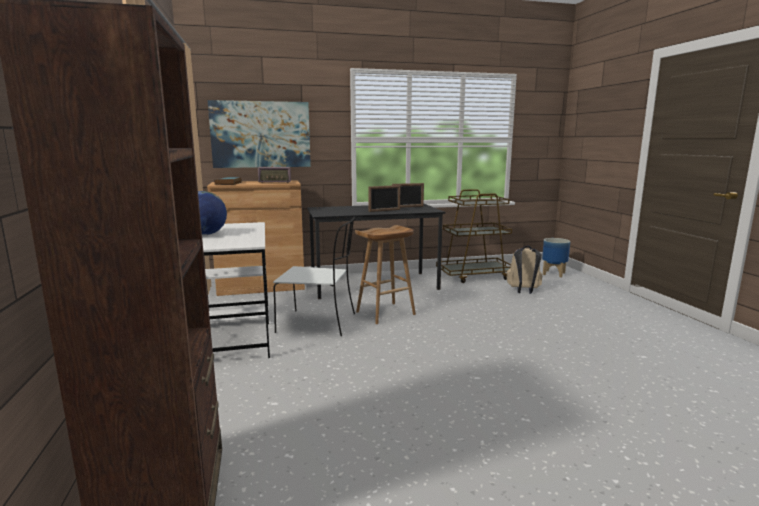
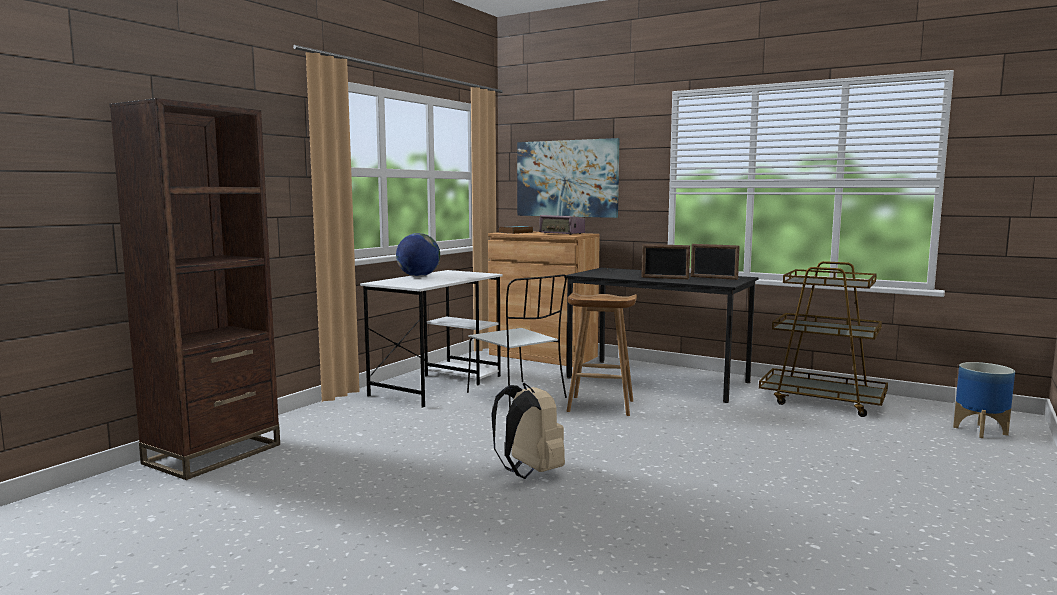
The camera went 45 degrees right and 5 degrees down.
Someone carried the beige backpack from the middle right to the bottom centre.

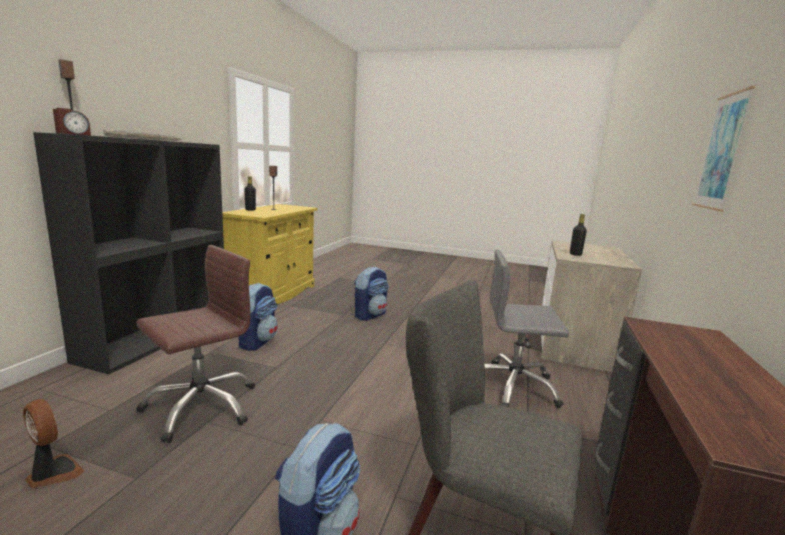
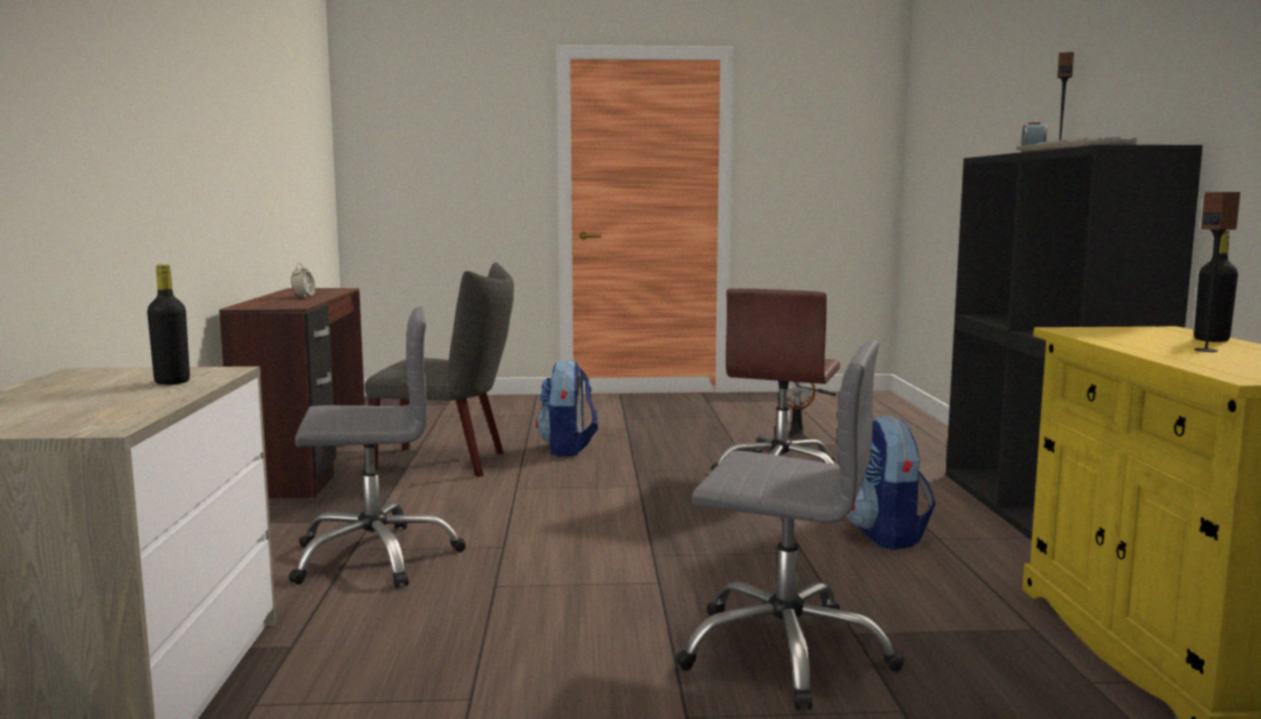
The camera went 160 degrees right and 5 degrees down.
Someone took away the picture at the top right.
Someone swapped the backpack (3rd from left) at the centre for the grey office chair (2nd from left) at the bottom centre.
Someone put down the alarm clock (1st from left) at the middle left.

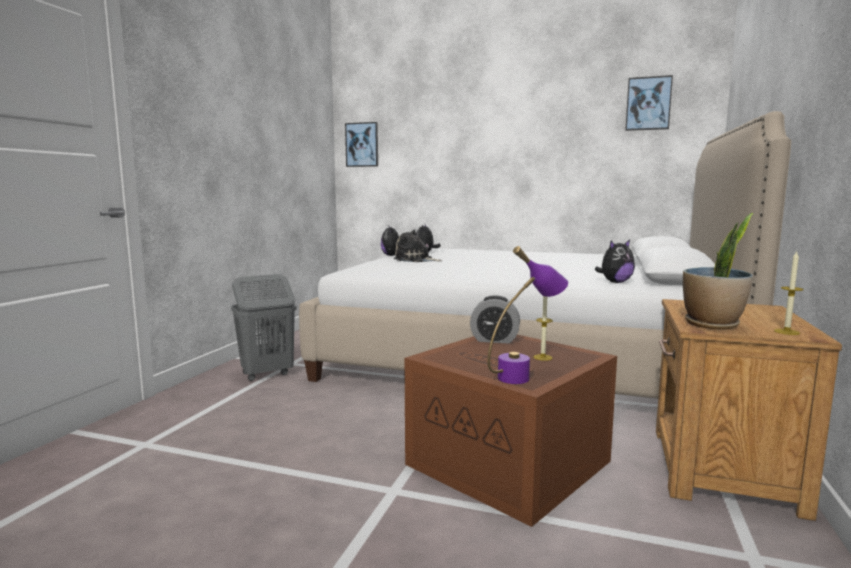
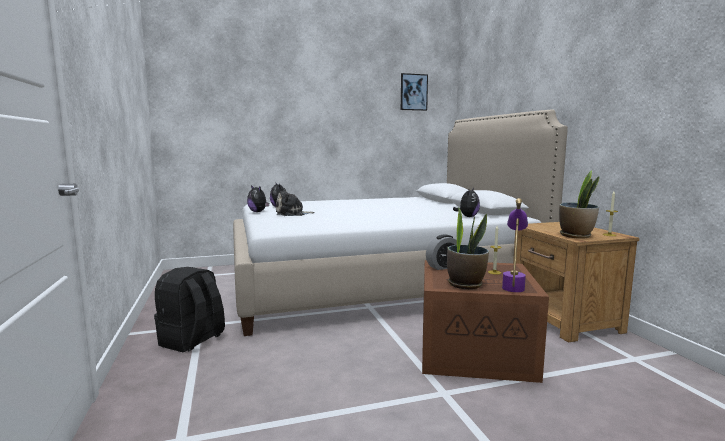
The camera went 35 degrees left and 0 degrees up.
Someone took away the picture (1st from left) at the top centre.
Someone swapped the grey laundry basket at the middle left for the black backpack at the bottom left.
Someone put down the potted plant (1st from left) at the centre.

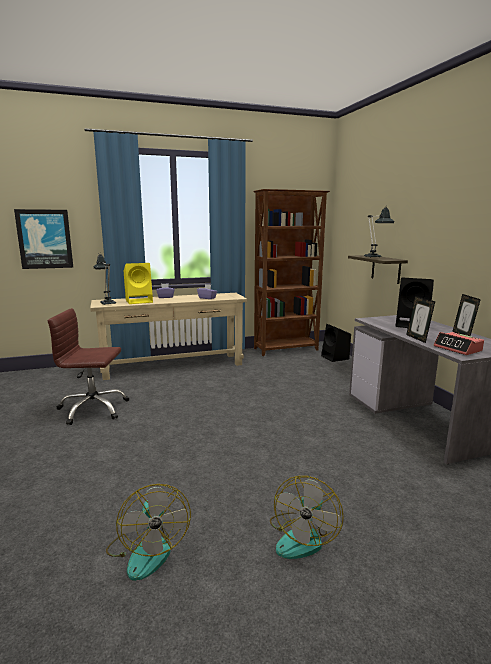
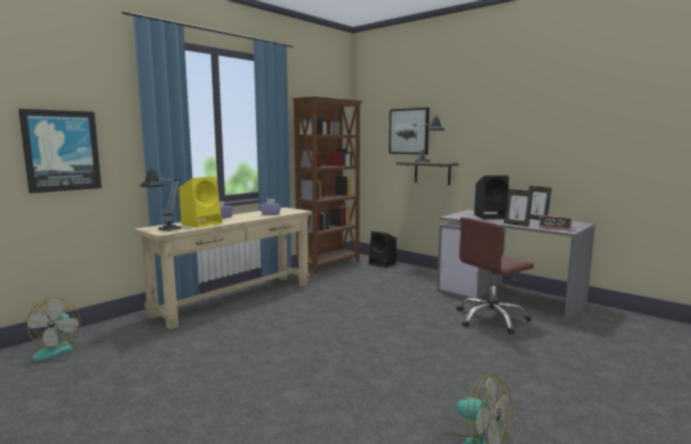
The camera went 30 degrees left and 5 degrees down.
Someone carried the brown office chair from the middle left to the middle right.
Someone carried the fan (2nd from left in the first image) from the bottom centre to the bottom left.
Someone put up the picture (2nd from left) at the top centre.

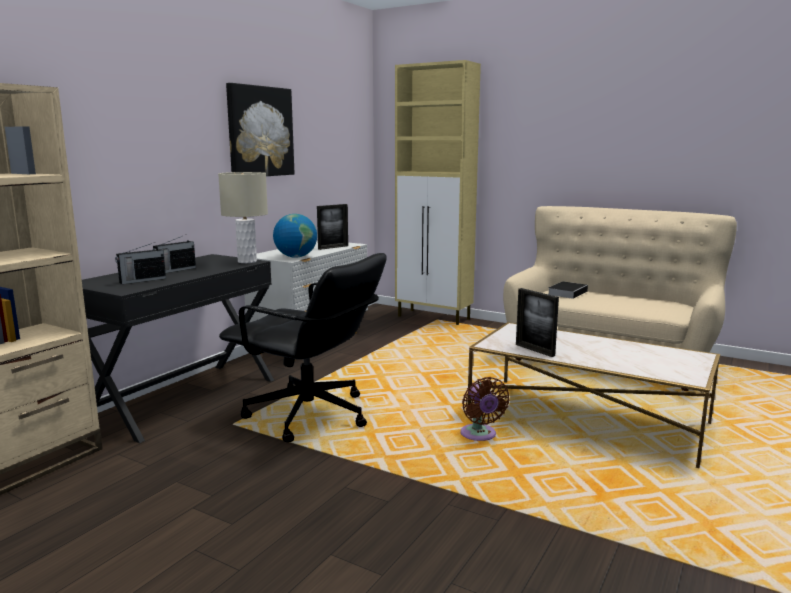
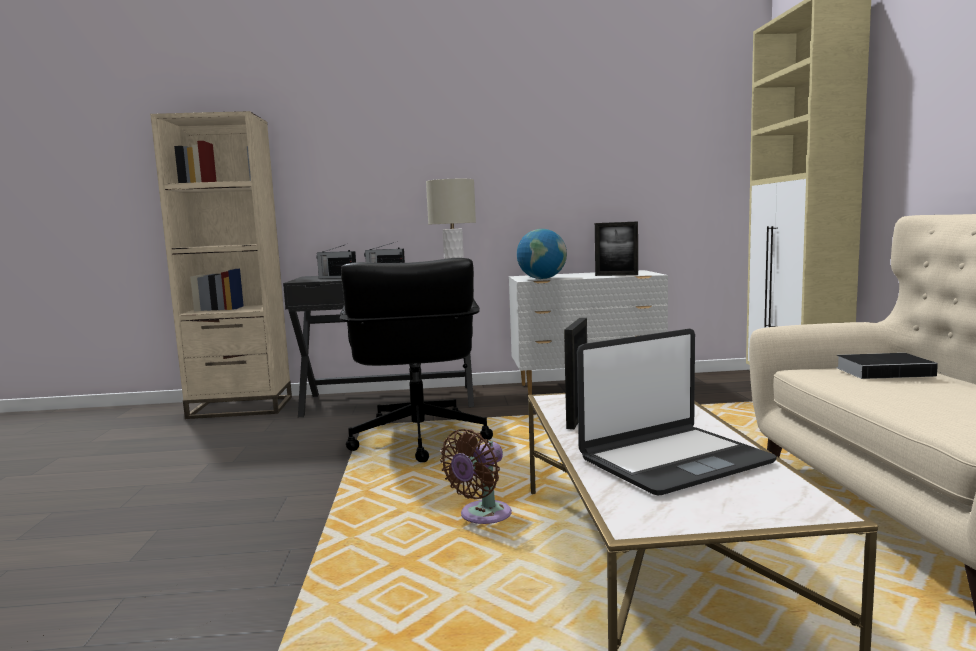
The camera went 55 degrees right and 5 degrees down.
Someone took away the picture at the top left.
Someone put down the laptop at the middle right.

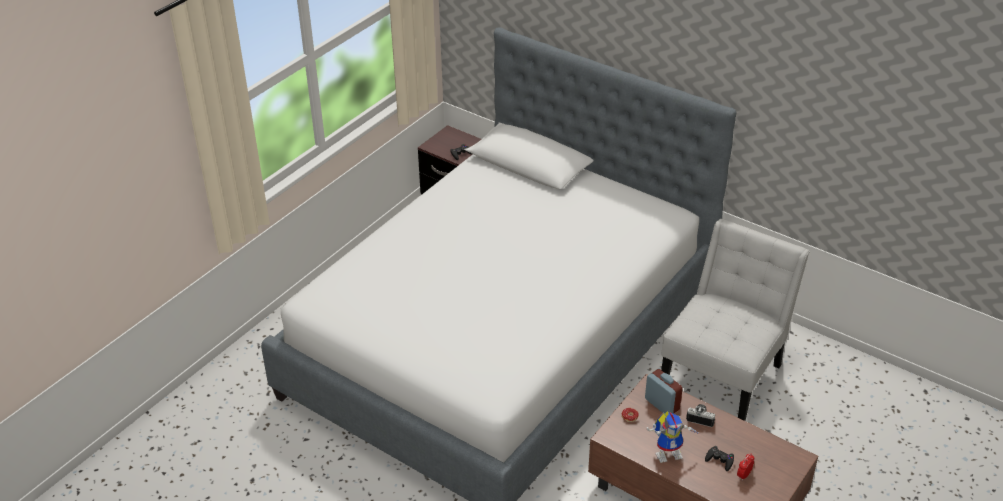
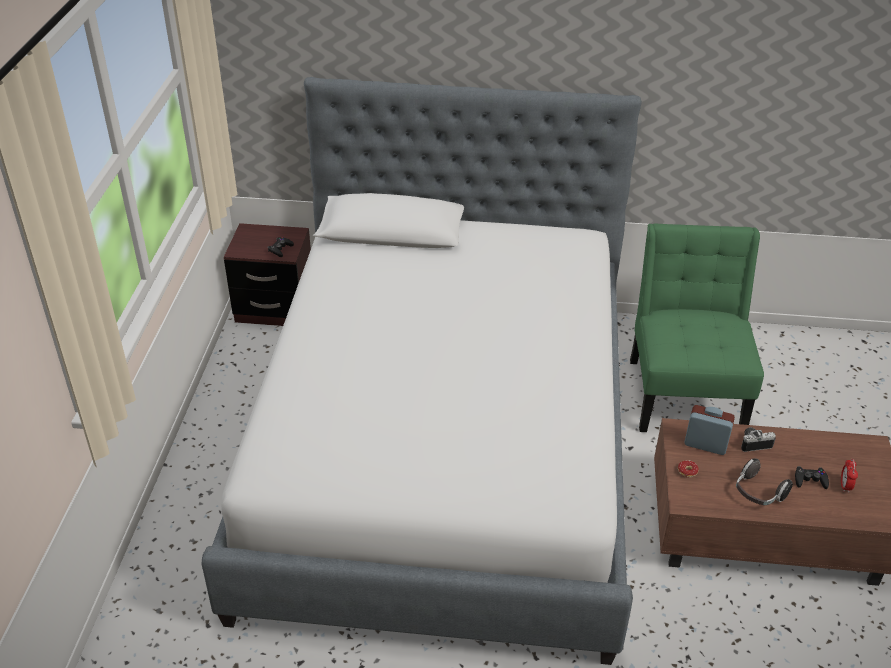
The camera went 30 degrees left and 0 degrees up.
Someone repainted the white chair at the middle right, which became the green chair at the middle right.
Someone swapped the toy robot at the bottom right for the headphones at the bottom right.

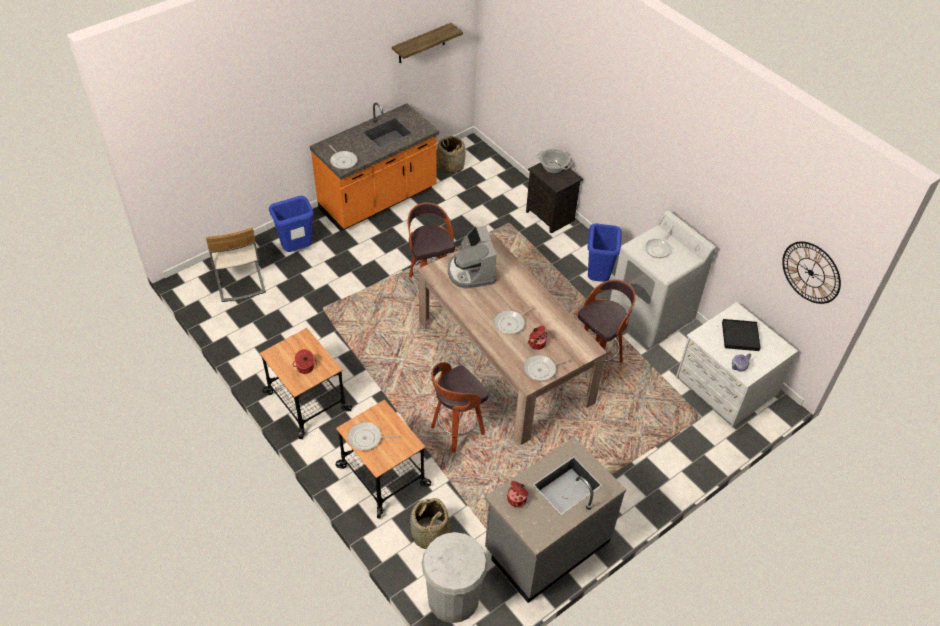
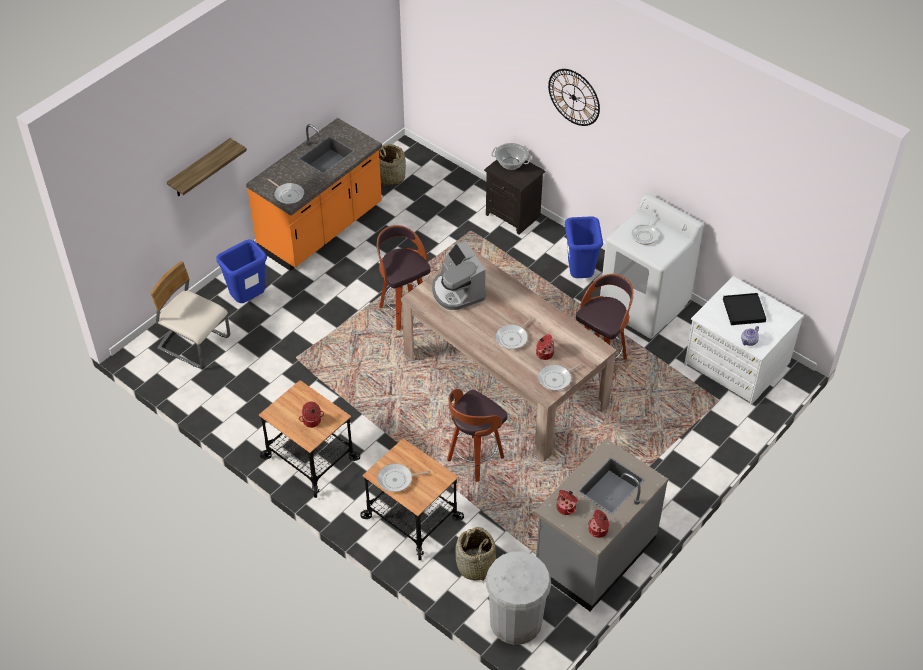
The camera went 10 degrees left and 0 degrees up.
Someone carried the shelf from the top centre to the top left.
Someone rotated the beige chair at the middle left by 150 degrees clockwise.
Someone carried the wall clock from the middle right to the top centre.
Someone put down the cooking pot (5th from left) at the bottom centre.

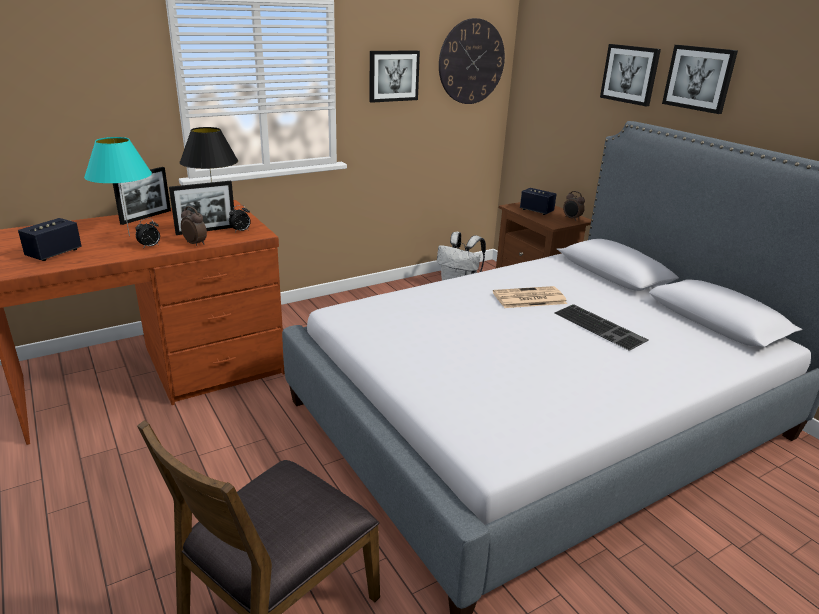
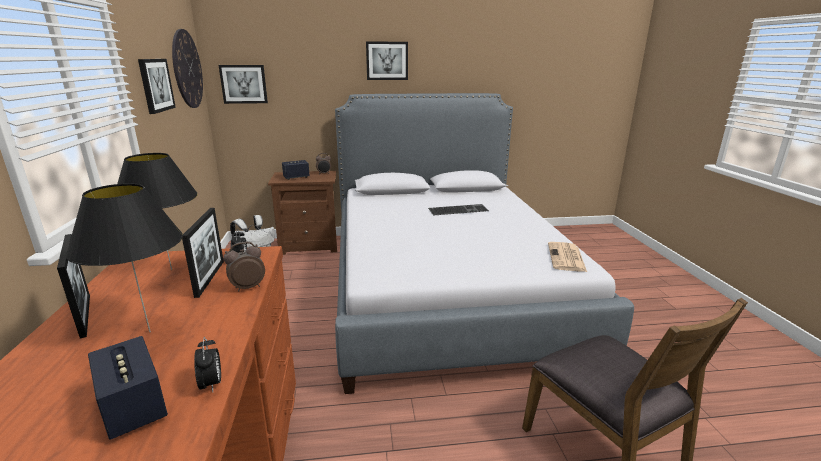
The camera went 65 degrees left and 5 degrees down.
Someone carried the picture (2nd from left) from the top right to the top left.
Someone repainted the turquoise table lamp at the top left, which became the black table lamp (1st from left) at the middle left.
Someone carried the alarm clock (1st from left) from the middle left to the bottom left.
Someone carried the newspaper from the centre to the middle right.

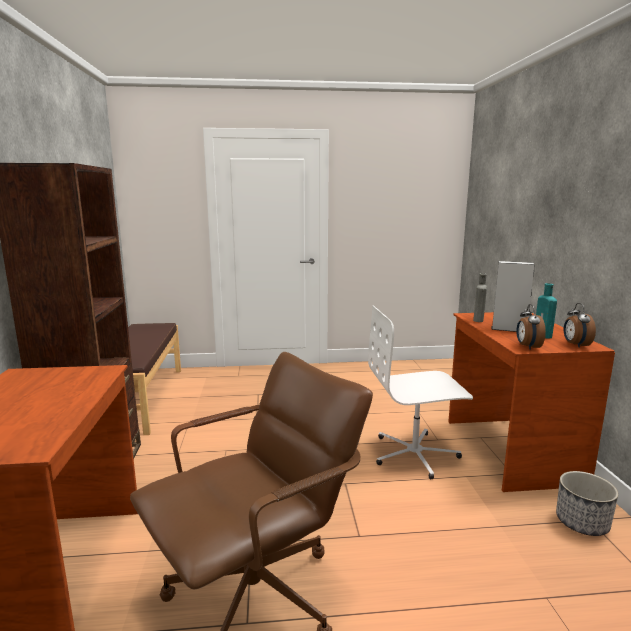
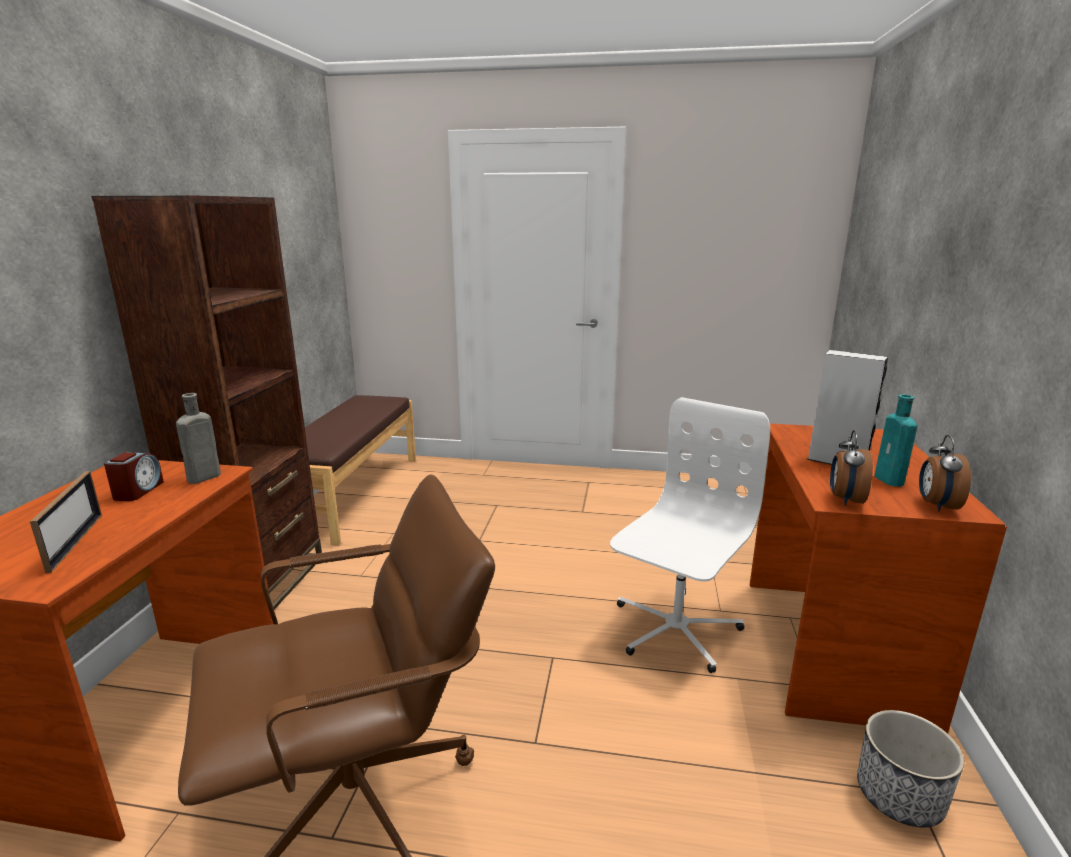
The camera went 15 degrees right and 5 degrees up.
Someone carried the grey bottle from the middle right to the middle left.
Someone rotated the white office chair at the centre by 120 degrees clockwise.
Someone put down the alarm clock (1st from left) at the middle left.
Someone put down the picture frame at the middle left.

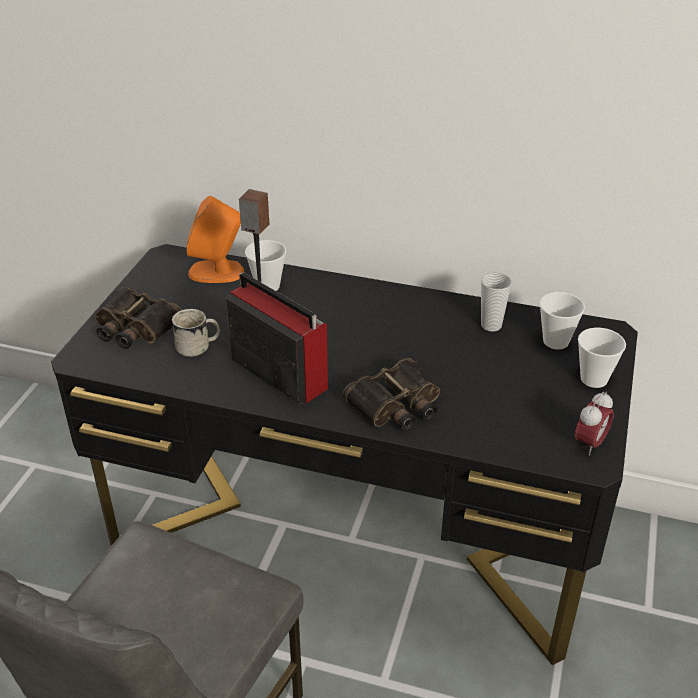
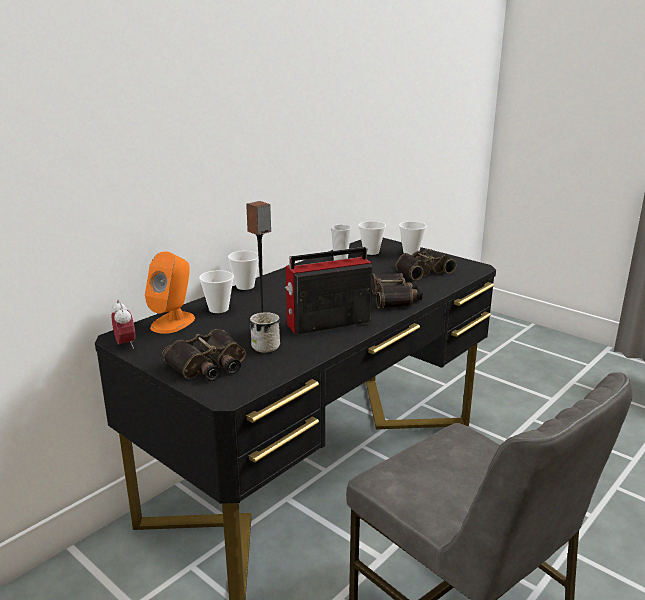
The camera went 65 degrees left and 15 degrees down.
Someone carried the alarm clock from the middle right to the middle left.
Someone put down the binoculars (3rd from left) at the centre.
Someone put down the cup (2nd from left) at the centre.

